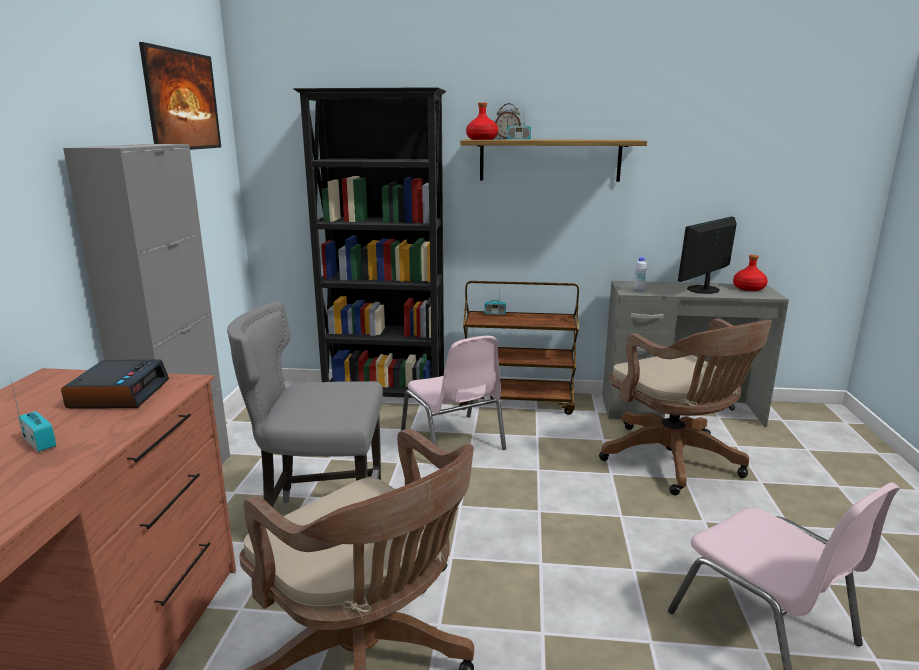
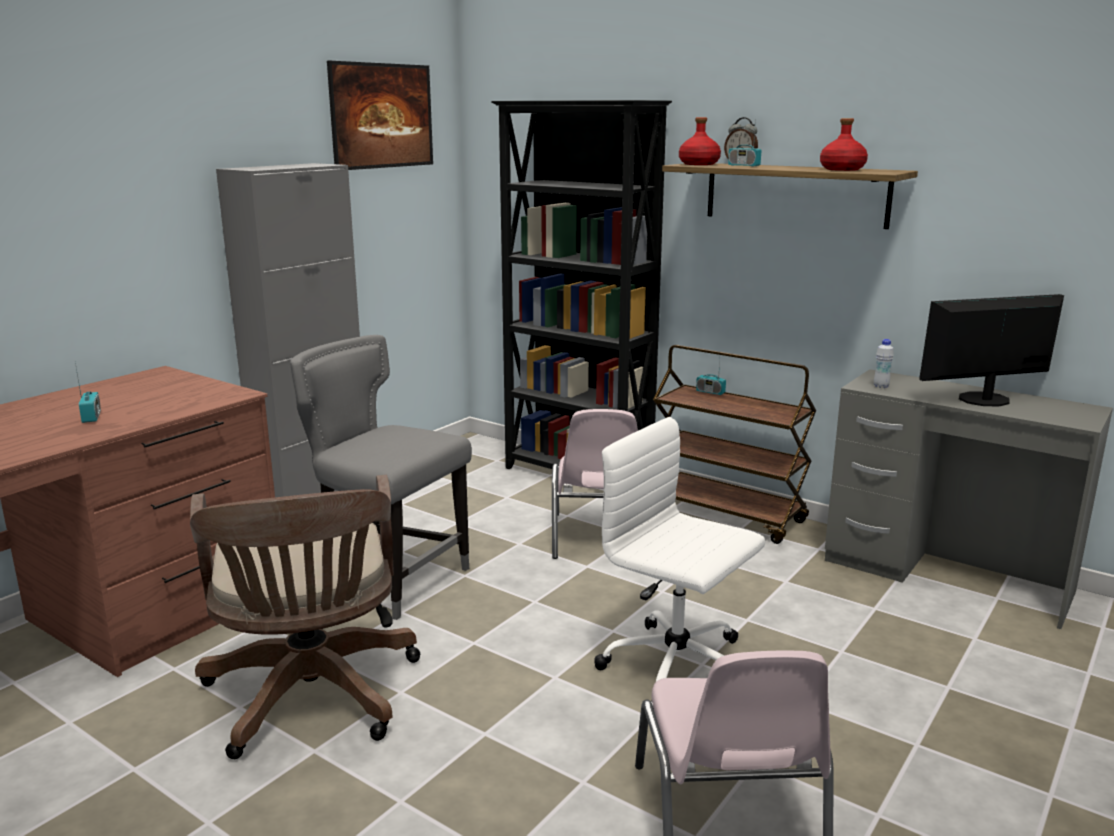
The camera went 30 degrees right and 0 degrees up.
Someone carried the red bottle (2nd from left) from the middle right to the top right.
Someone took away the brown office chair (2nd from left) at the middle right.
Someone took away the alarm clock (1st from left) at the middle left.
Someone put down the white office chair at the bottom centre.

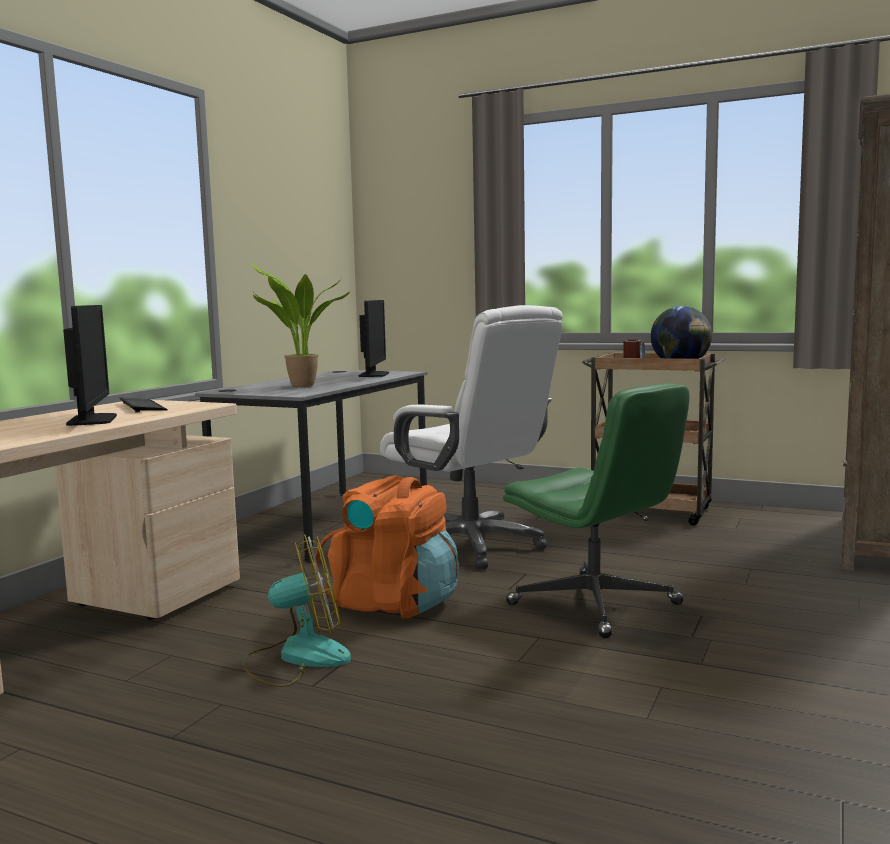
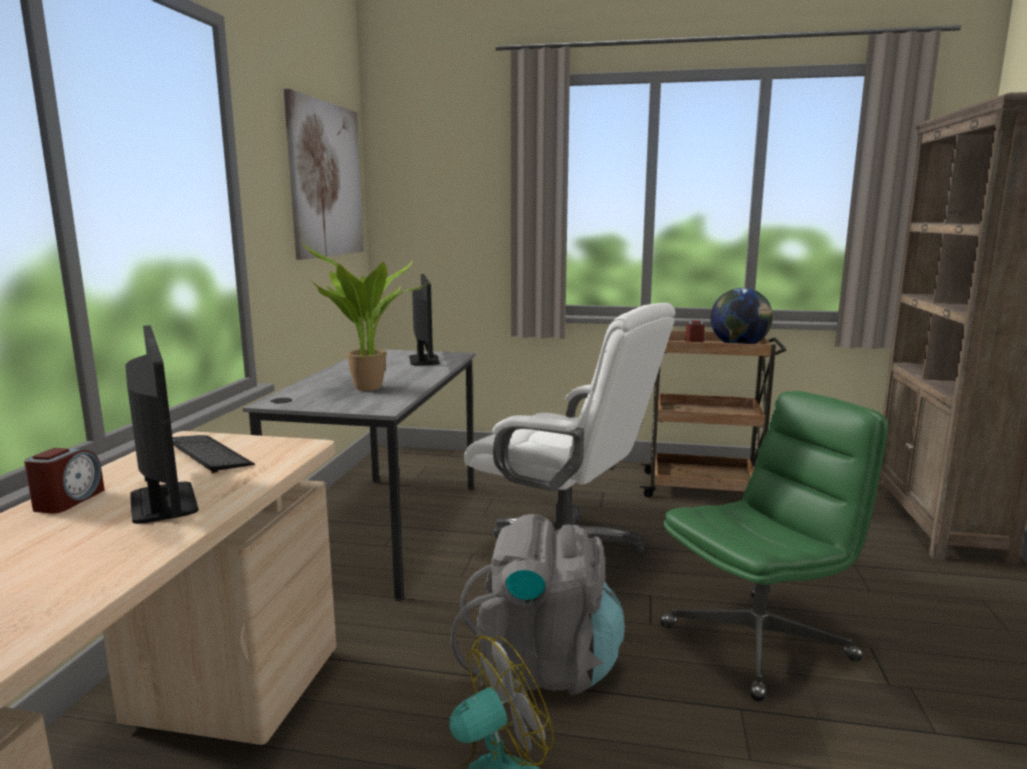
The camera went 15 degrees left and 5 degrees up.
Someone rotated the green office chair at the middle right by 60 degrees counterclockwise.
Someone repainted the orange backpack at the centre, which became the grey backpack at the bottom centre.
Someone put up the picture at the top left.
Someone put down the alarm clock (1st from left) at the middle left.

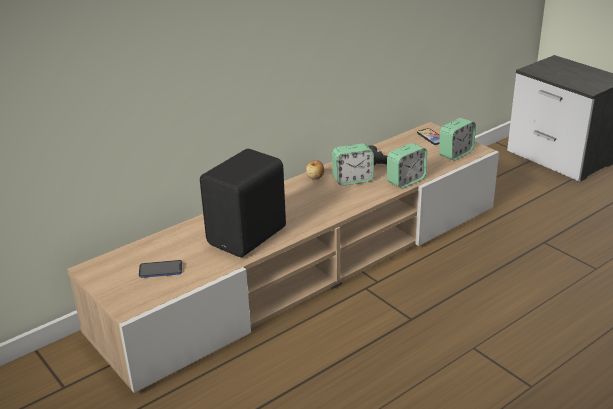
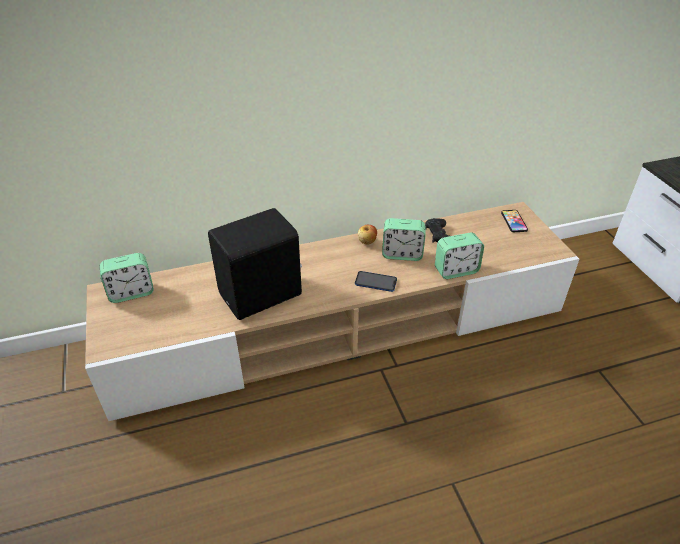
The camera went 20 degrees right and 10 degrees up.
Someone carried the alarm clock (3rd from left in the first image) from the middle right to the middle left.
Someone carried the phone (1st from left) from the middle left to the centre.

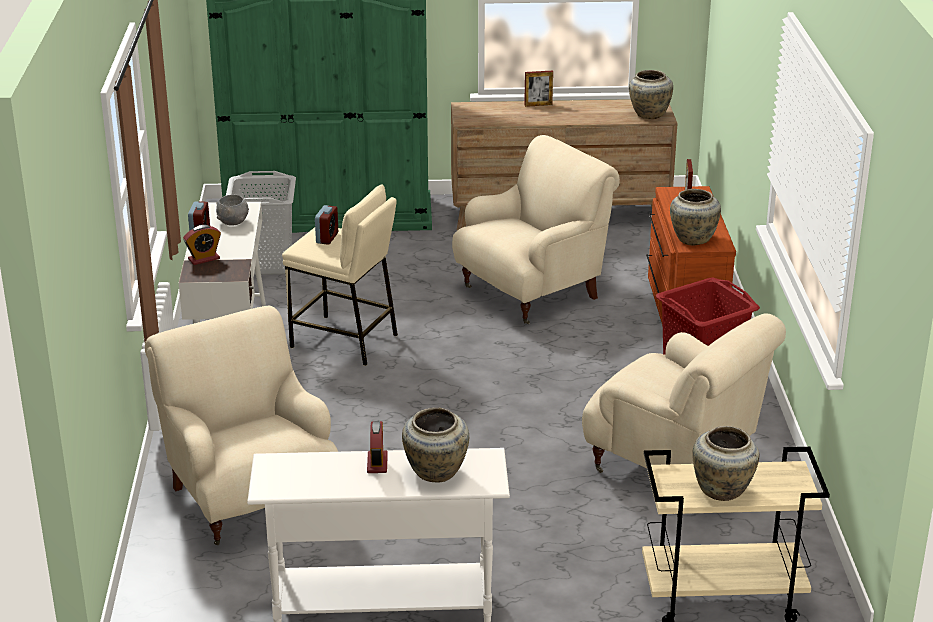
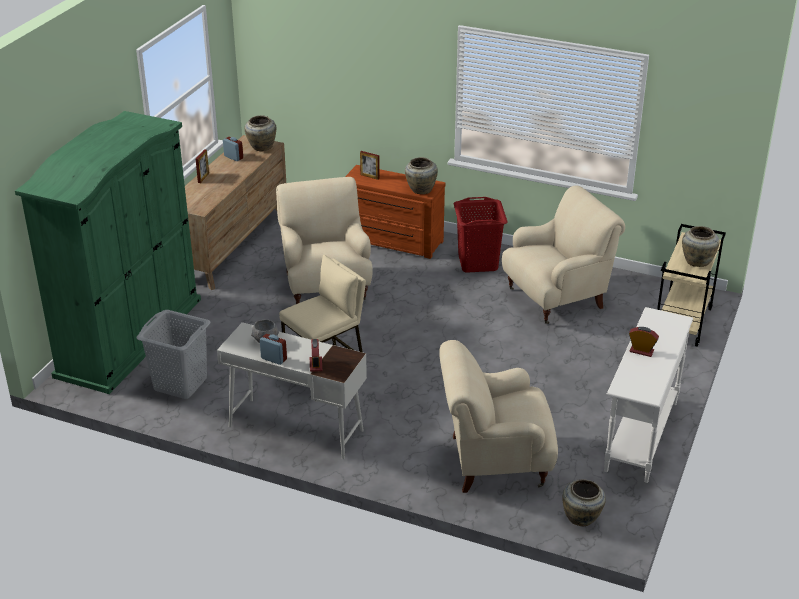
The camera went 65 degrees left and 5 degrees up.
Someone carried the alarm clock (3rd from left in the first image) from the centre to the top left.
Someone carried the beige vase (1st from left in the first image) from the bottom centre to the bottom right.

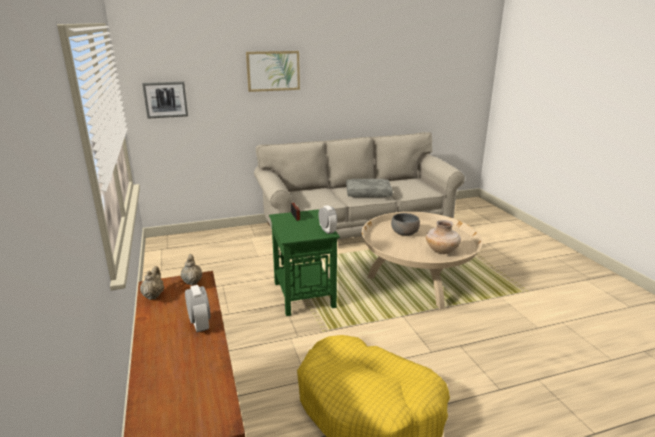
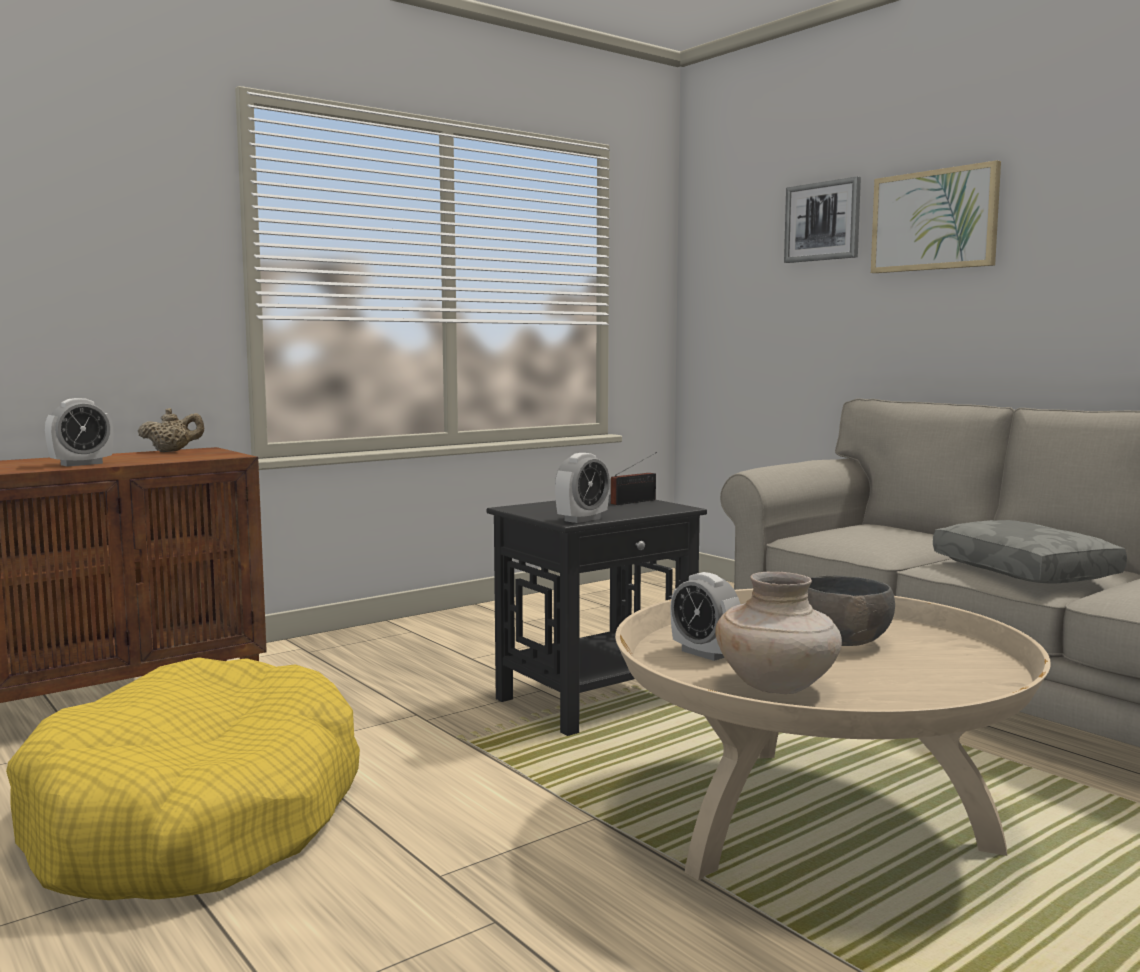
The camera went 70 degrees right and 15 degrees down.
Someone carried the picture (1st from left) from the top left to the top right.
Someone repainted the green side table at the centre, which became the black side table at the centre.
Someone took away the beige teapot (2nd from left) at the middle left.
Someone put down the alarm clock (3rd from left) at the centre.

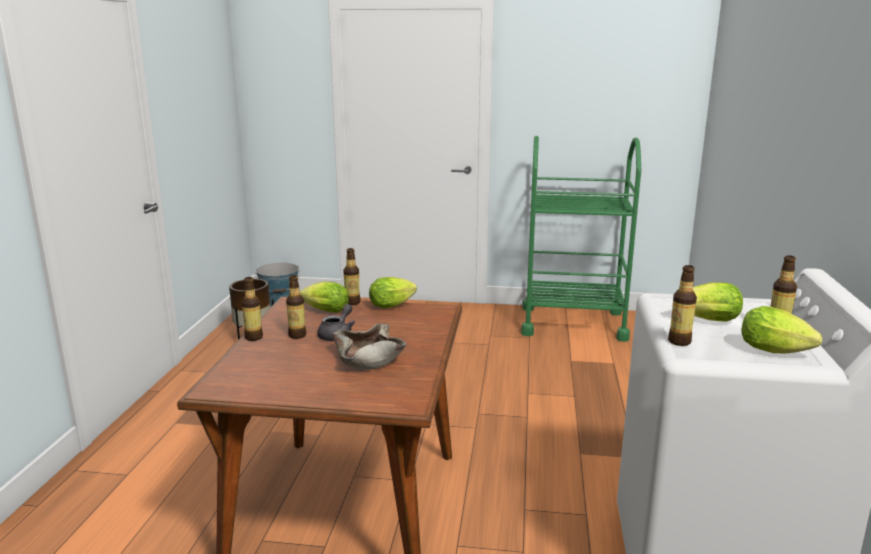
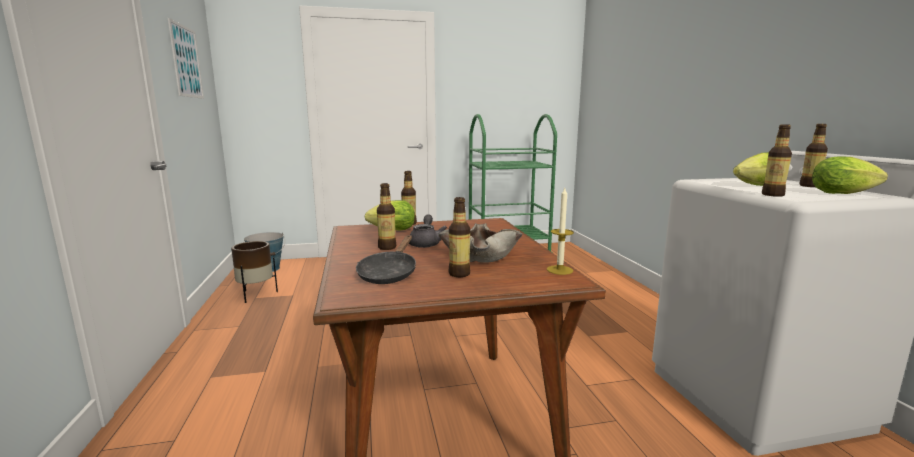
The camera went 20 degrees left and 5 degrees down.
Someone carried the bottle (1st from left in the first image) from the middle left to the centre.
Someone took away the lettuce (2nd from left) at the centre.
Someone put up the picture at the top left.
Someone put down the candle at the centre.
Someone put down the black frying pan at the centre.

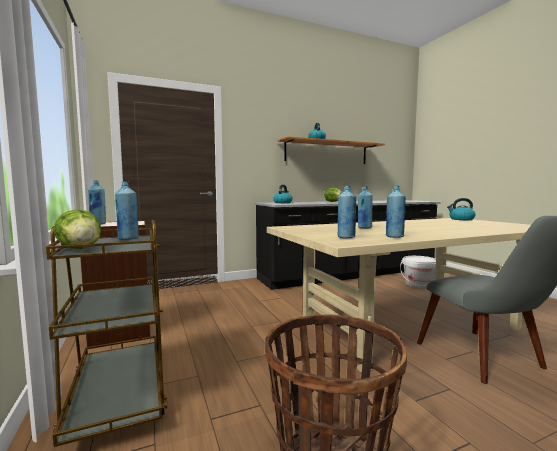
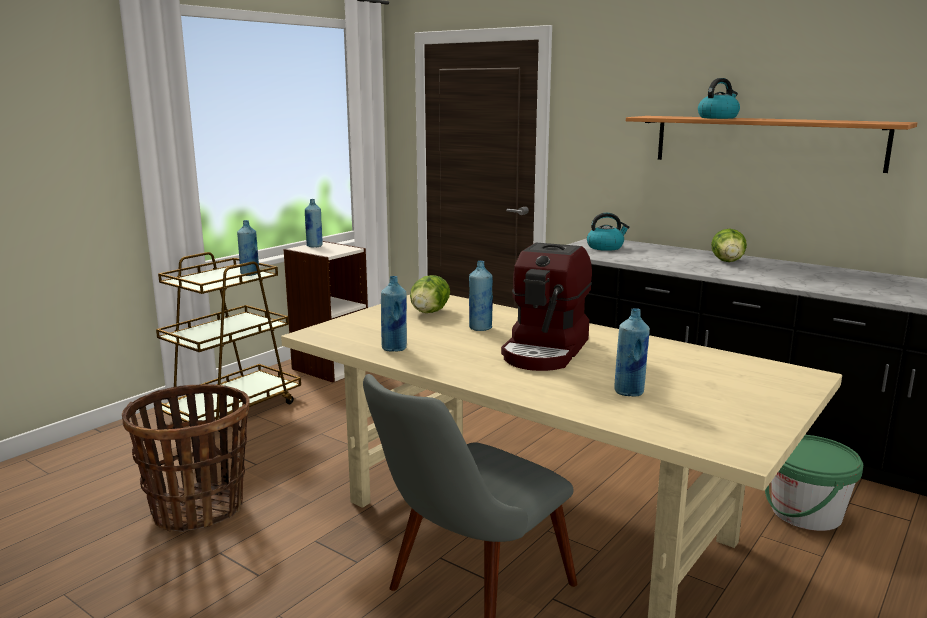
The camera went 60 degrees right and 10 degrees up.
Someone carried the blue bottle (3rd from left in the first image) from the centre to the middle right.
Someone took away the kettle (3rd from left) at the middle right.
Someone carried the lettuce (1st from left) from the middle left to the centre.
Someone repainted the white bucket at the middle right, which became the green bucket at the bottom right.
Someone put down the coffee machine at the centre.

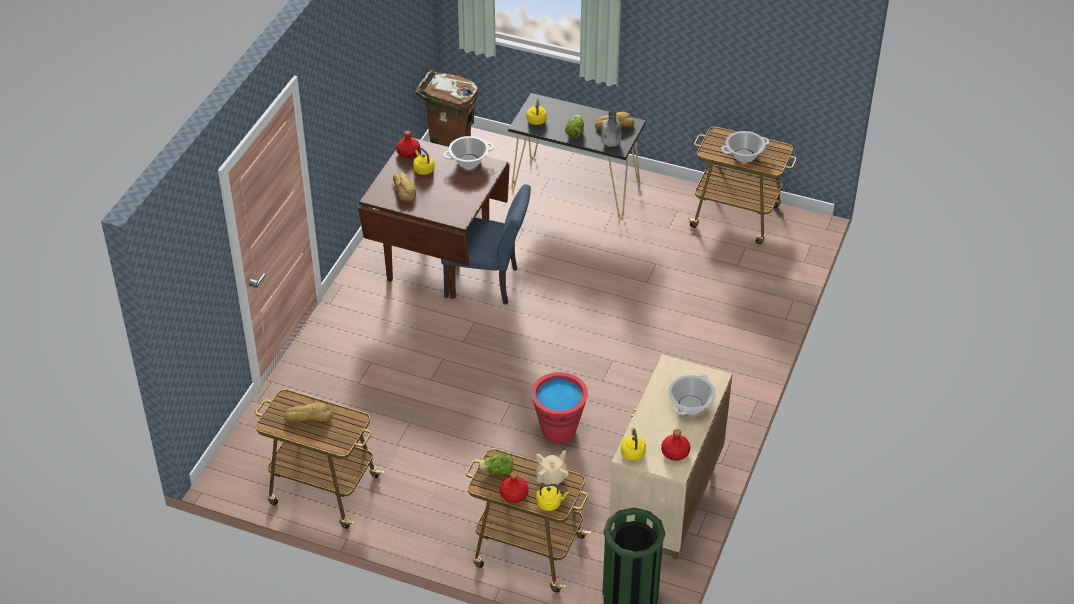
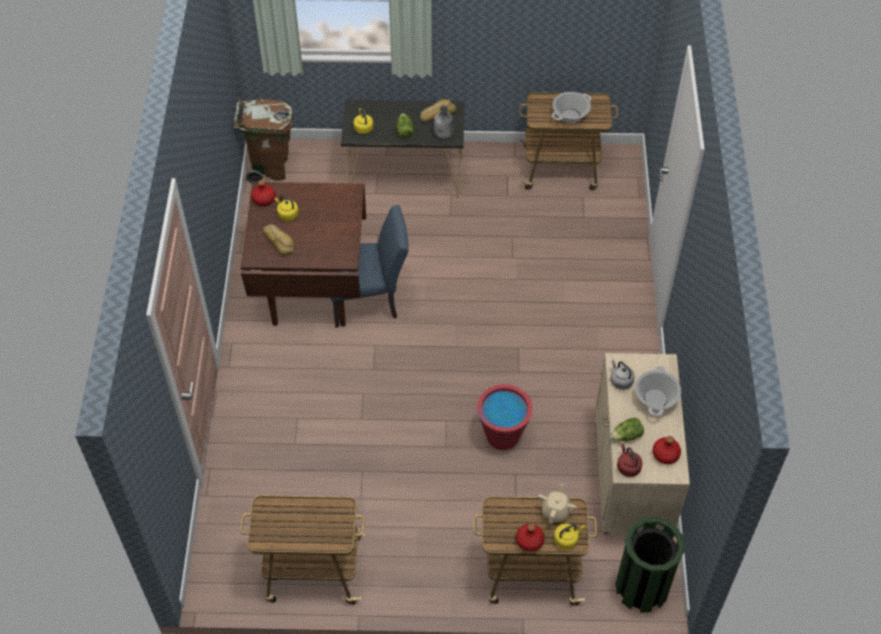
The camera went 20 degrees left and 10 degrees up.
Someone took away the cooking pot (1st from left) at the top centre.
Someone took away the bread (1st from left) at the bottom left.
Someone repainted the yellow kettle (4th from left) at the bottom centre, which became the red kettle at the bottom right.
Someone carried the lettuce (1st from left in the first image) from the bottom centre to the bottom right.
Someone put down the grey kettle at the middle right.

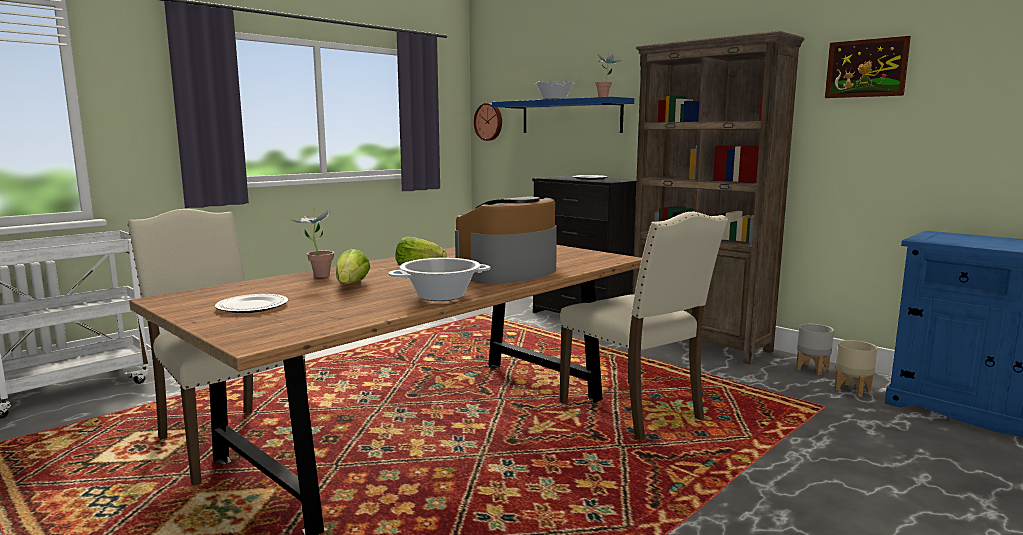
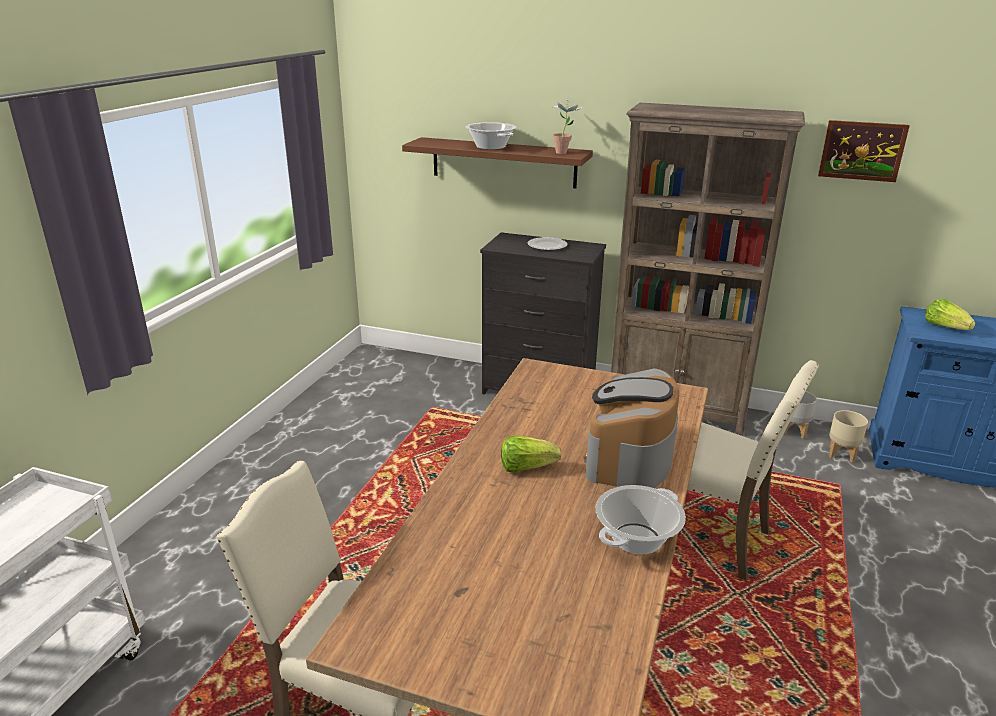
The camera went 25 degrees left and 15 degrees up.
Someone repainted the blue shelf at the top centre, which became the brown shelf at the top centre.
Someone took away the wall clock at the top centre.
Someone took away the potted plant (1st from left) at the middle left.
Someone carried the lettuce (1st from left in the first image) from the centre to the middle right.
Someone took away the plate (1st from left) at the middle left.

